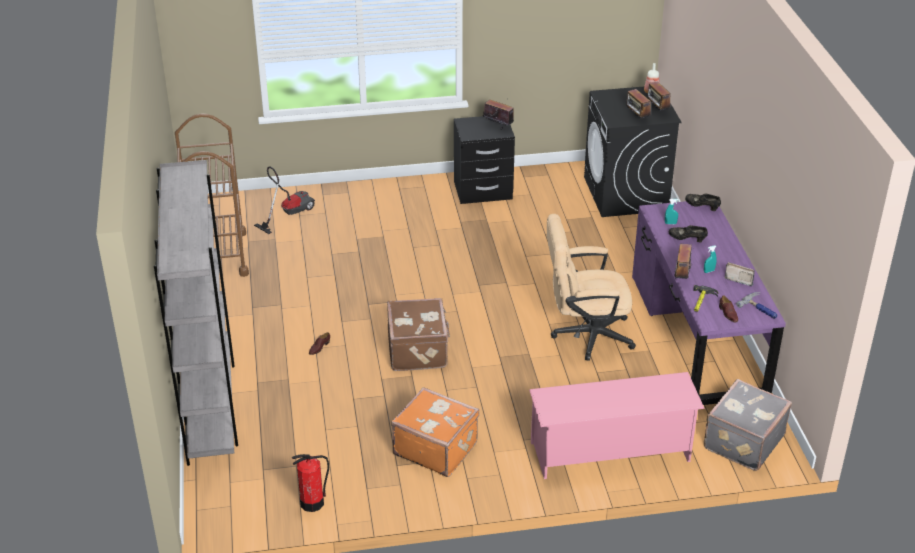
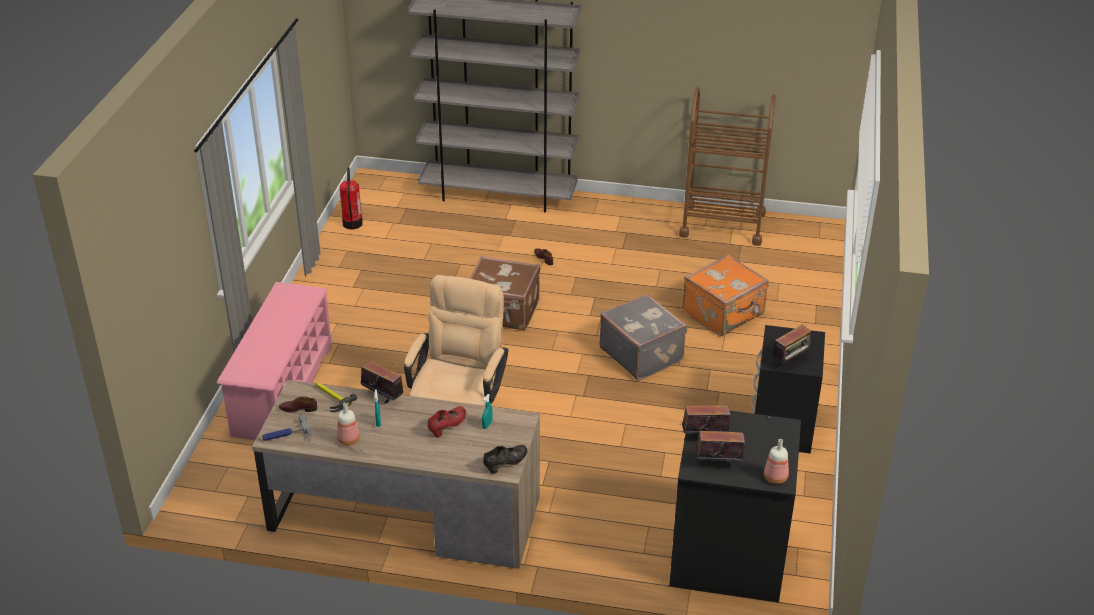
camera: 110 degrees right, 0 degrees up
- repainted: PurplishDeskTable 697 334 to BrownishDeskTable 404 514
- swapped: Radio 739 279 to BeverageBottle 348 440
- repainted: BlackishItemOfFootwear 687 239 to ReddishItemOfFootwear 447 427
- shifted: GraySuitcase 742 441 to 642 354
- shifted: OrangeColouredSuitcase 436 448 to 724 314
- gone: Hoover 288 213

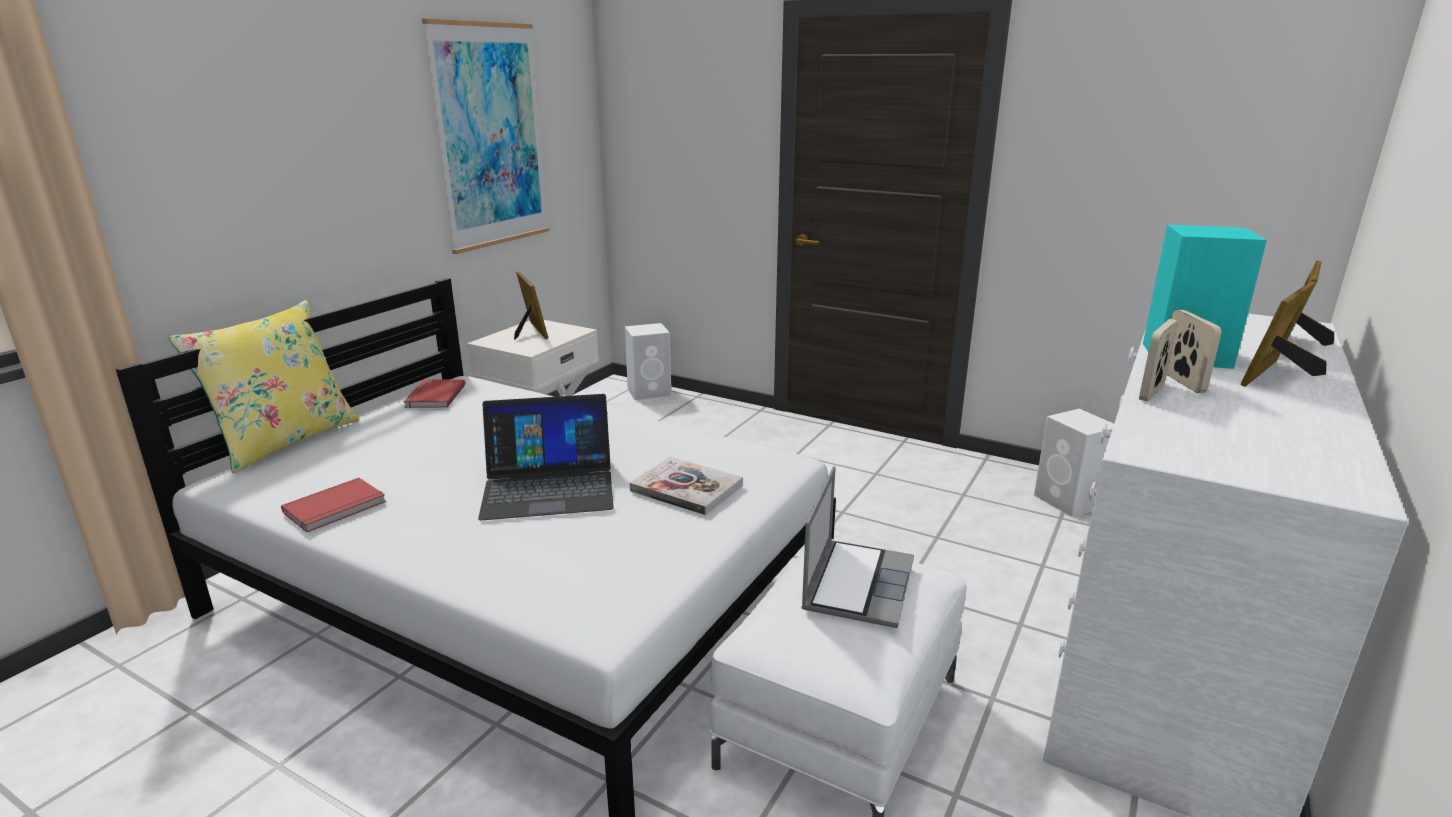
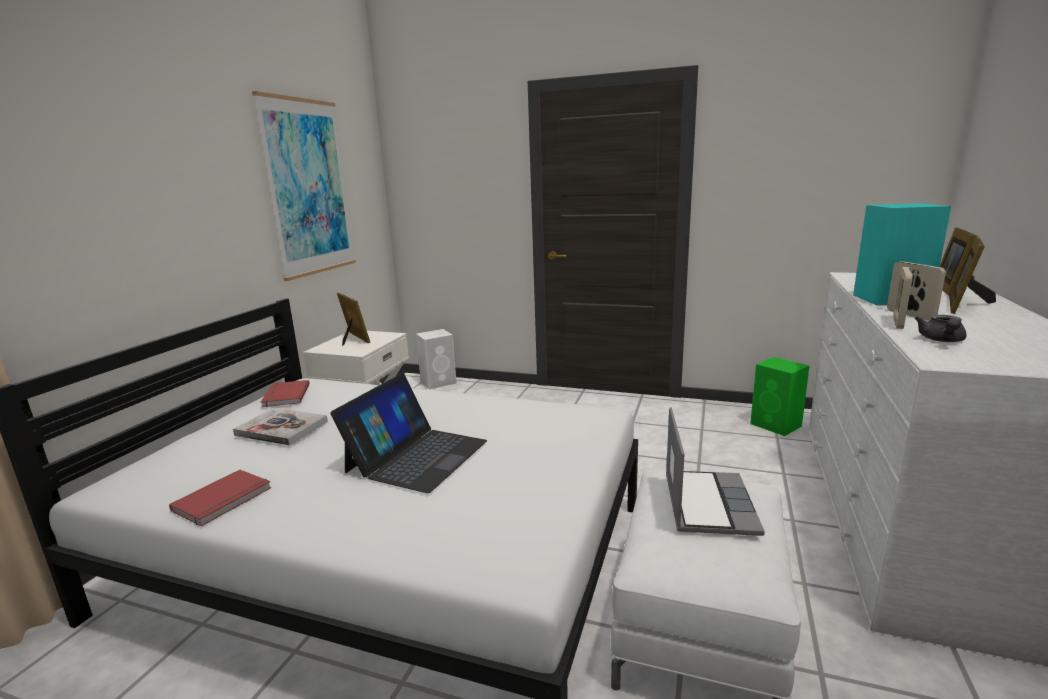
camera: 10 degrees left, 5 degrees down
- shifted: Book 686 488 to 282 428
- rotated: Laptop 549 486 = 416 456 45 degrees counterclockwise
- repainted: WhitishSpeaker 1069 502 to GreenSpeaker 777 425
- new: GrayTeaPot 941 340
- gone: YellowCushion 285 441

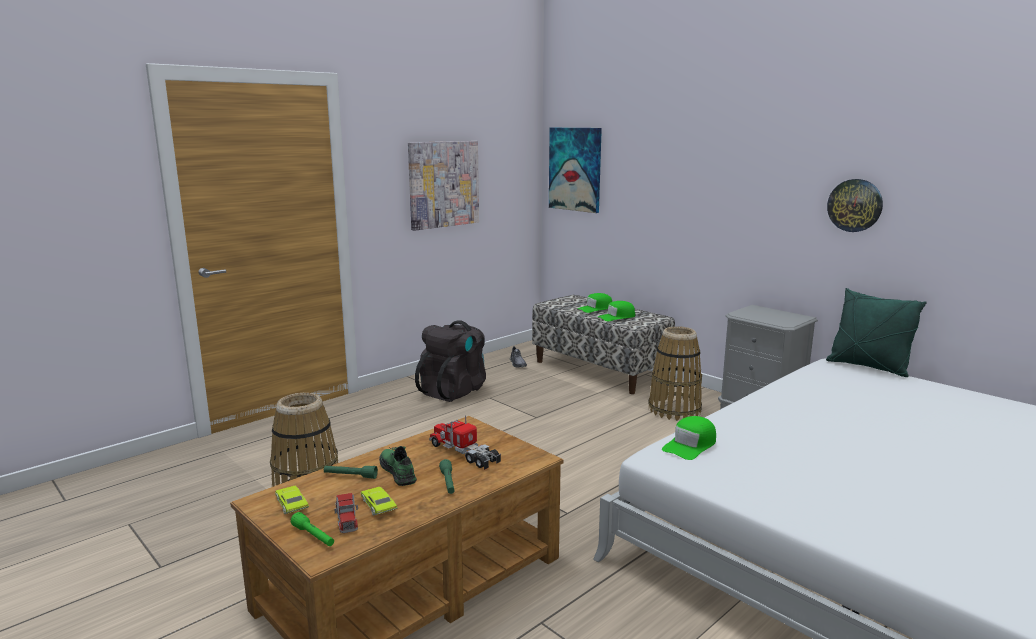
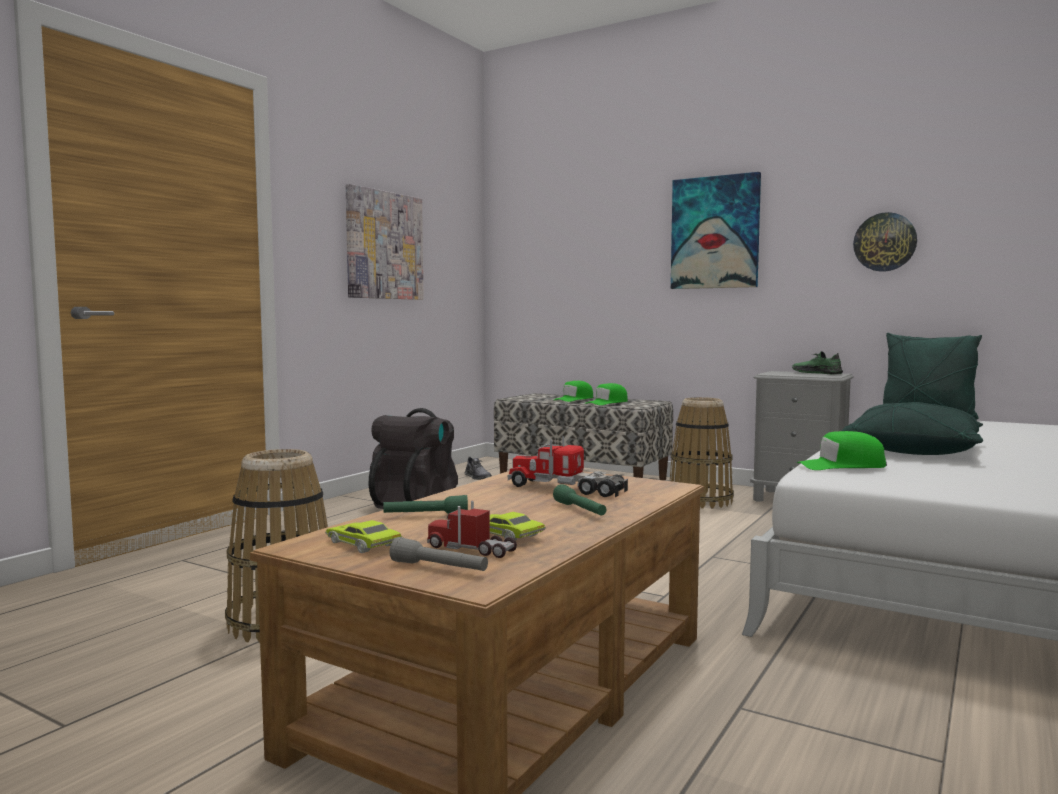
camera: 15 degrees left, 10 degrees down
- repainted: GreenFlashlight 314 536 to GrayFlashlight 439 568
- rotated: ToyTruck 346 519 = 471 549 150 degrees clockwise
- shifted: WallPicture 575 169 to 715 232
- shifted: GreenItemOfFootwear 398 471 to 817 373
- rotated: GreenCap 690 445 = 841 466 60 degrees clockwise
- new: GreenCushion 912 450

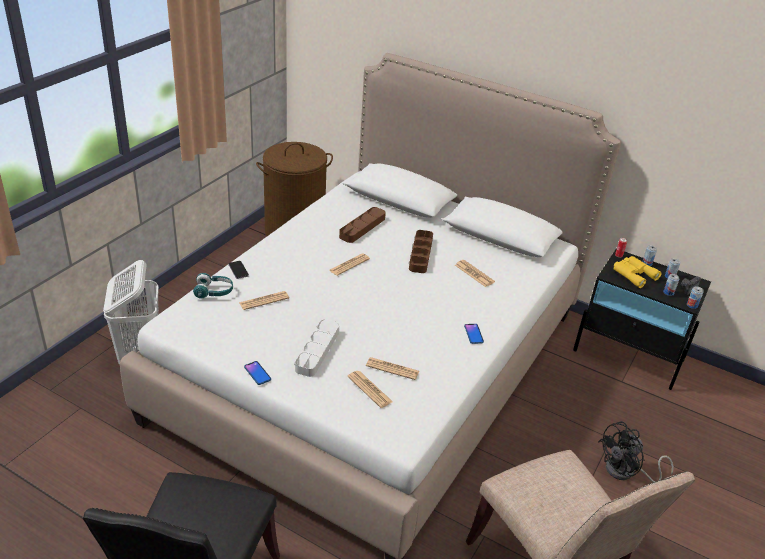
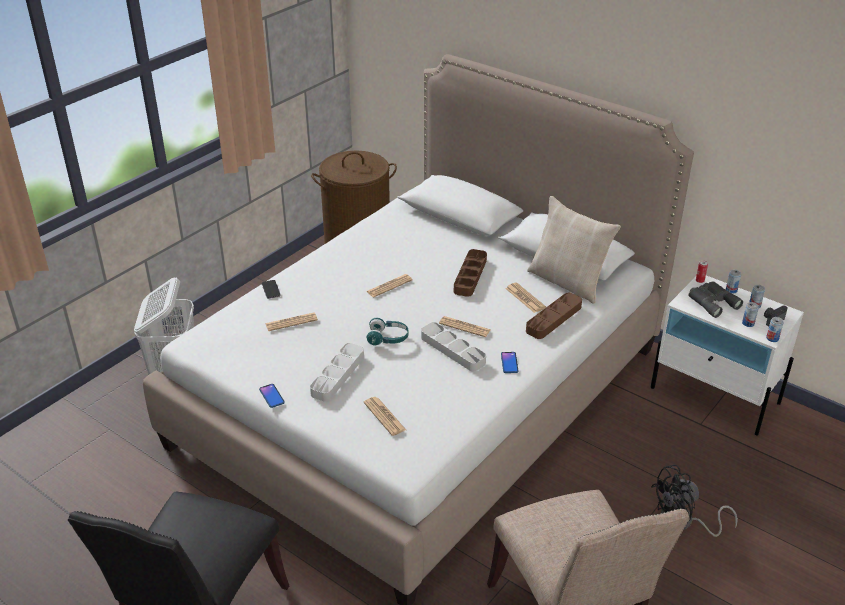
camera: 10 degrees right, 0 degrees up
- shifted: TurquoiseHeadset 214 292 to 388 338
- new: GrayTray 452 350
- shifted: DailyPaper 392 369 to 464 327
- shifted: BrownishTray 362 227 to 553 319
- new: SandColouredCushion 568 282
- repainted: BlackishNightTable 629 355 to WhitishNightTable 715 395
- repainted: YellowFieldGlasses 633 274 to GrayFieldGlasses 712 301

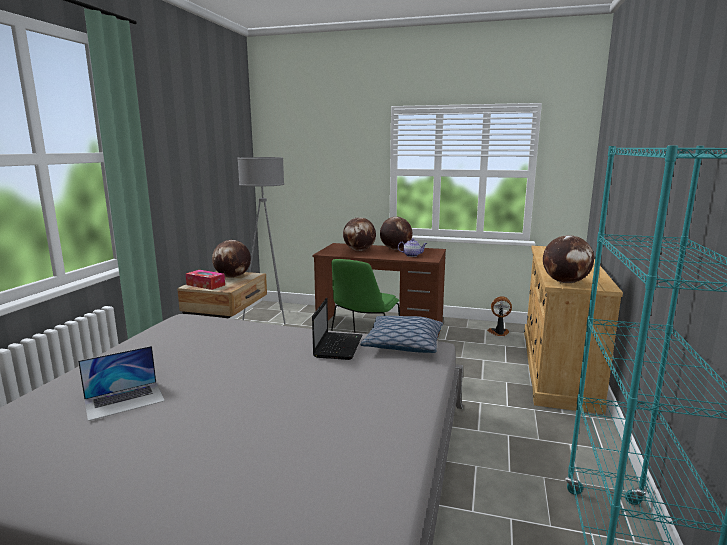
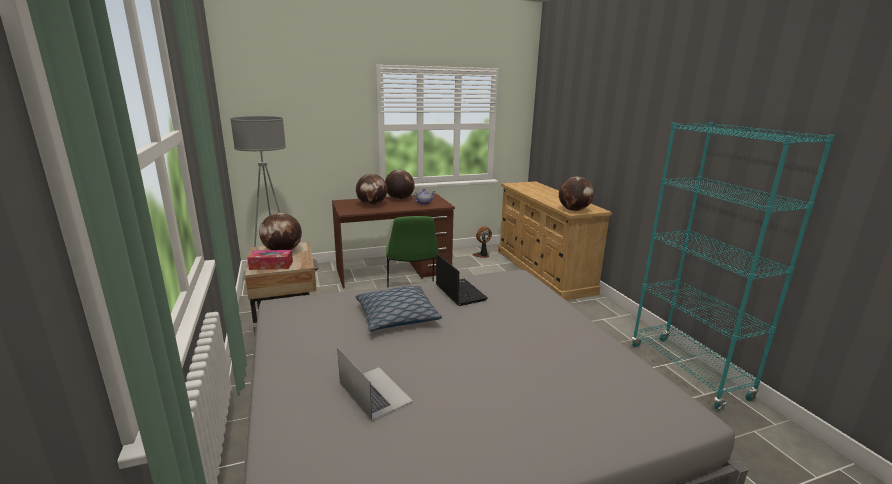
camera: 35 degrees left, 5 degrees up
- rotated: Laptop 125 400 = 375 392 60 degrees counterclockwise
- shifted: Cushion 403 344 to 397 317

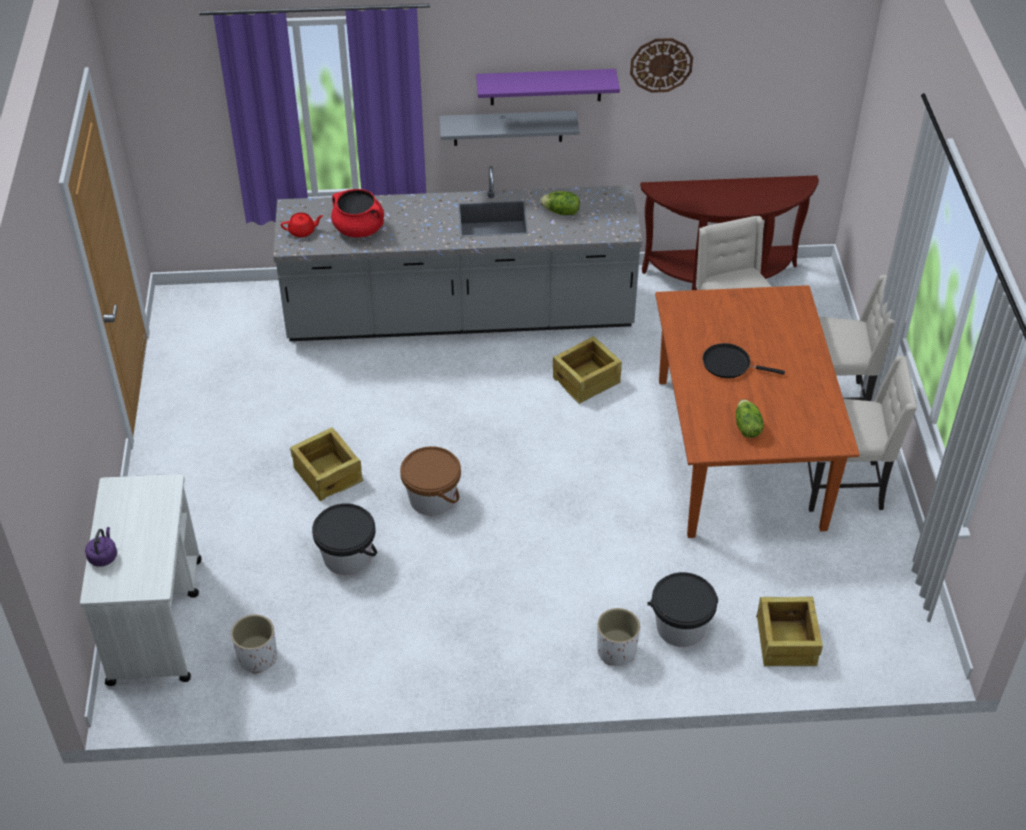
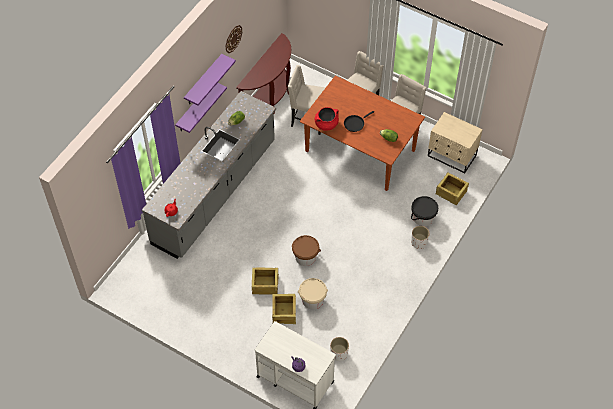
camera: 55 degrees left, 10 degrees up
- repainted: GrayShelf 508 128 to PurplishShelf 195 107
- shifted: PackingCrate 587 380 to 284 312
- repainted: BlackishWaterBucket 347 556 to SandColouredWaterBucket 312 300
- shifted: ReddishStockpot 359 229 to 326 124
- new: SandColouredNightTable 452 156

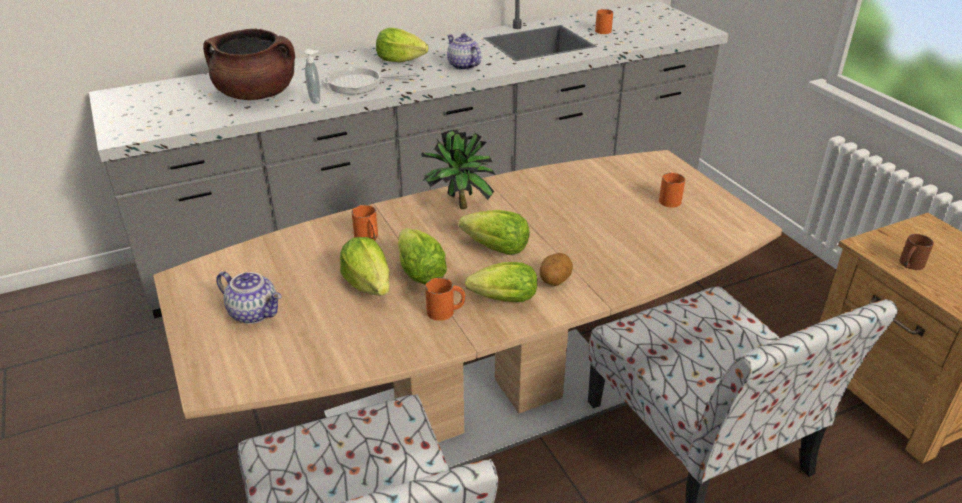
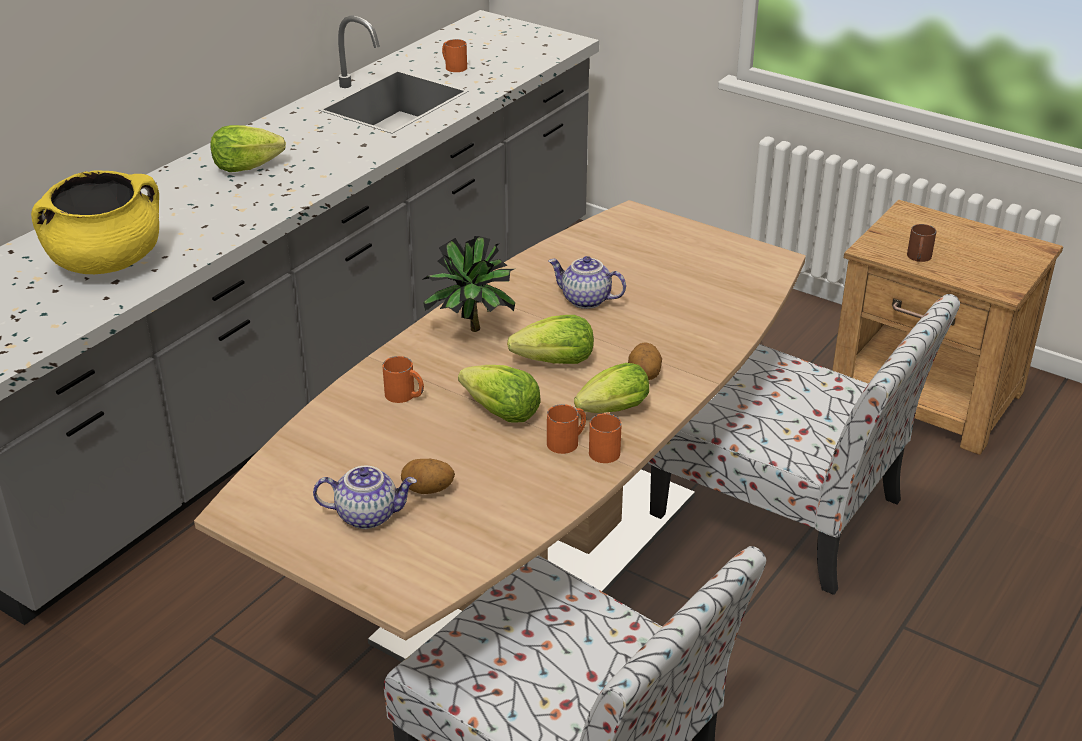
camera: 30 degrees left, 0 degrees up
- repainted: BrownishStockpot 256 94 to YellowStockpot 107 262
- new: WholePotato 428 491
- shifted: TeaPot 463 66 to 585 300
- shifted: OrangeColouredCoffeeMug 672 199 to 605 449
- gone: LiquidSoapBottle 316 100
- gone: FryingPan 359 84
- gone: HeadOfLettuce 368 285

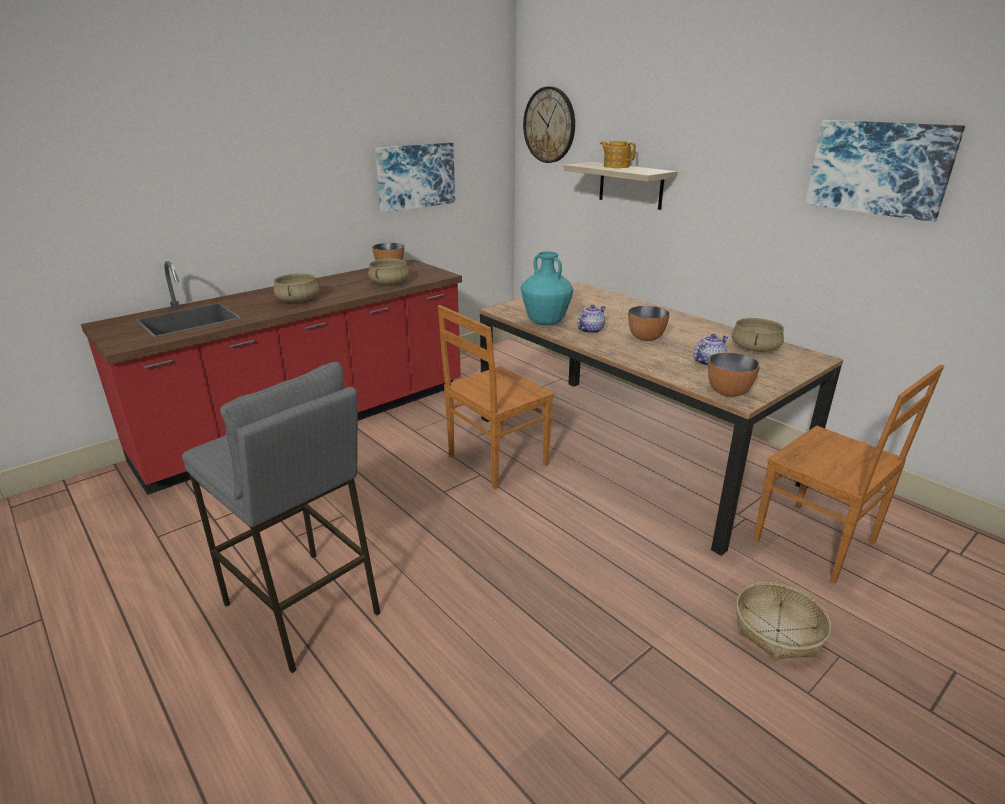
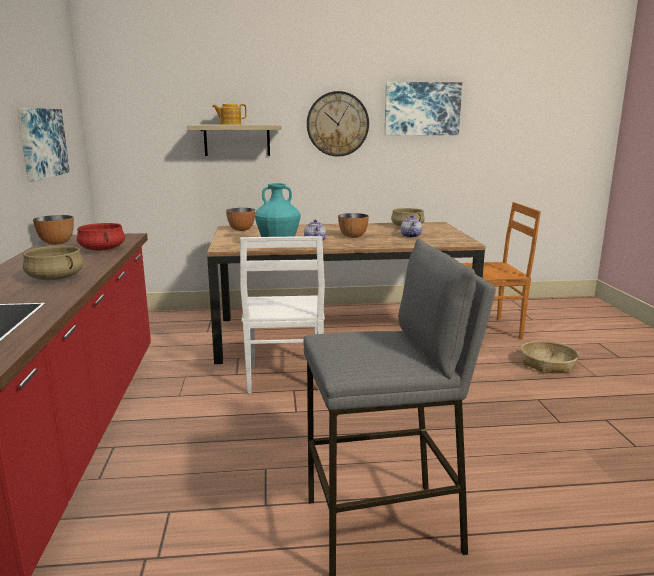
camera: 55 degrees left, 10 degrees down
- repainted: SandColouredStockpot 389 283 to ReddishStockpot 103 249
- shifted: ServingBowl 728 392 to 241 229
- repainted: BrownishUprightChair 495 461 to WhitishUprightChair 284 379
- shifted: HangingClock 549 125 to 337 124

